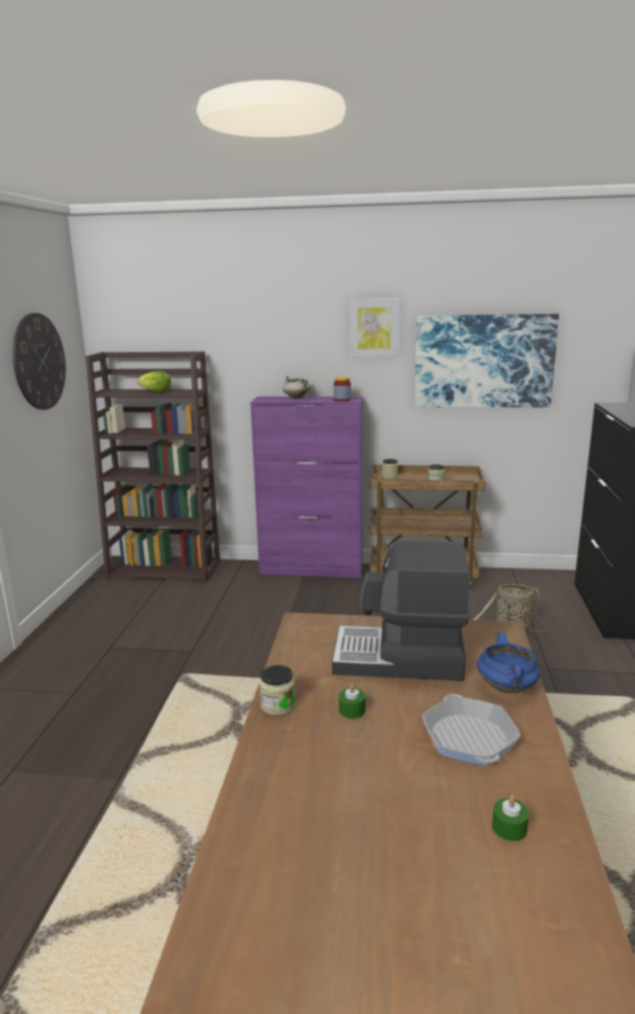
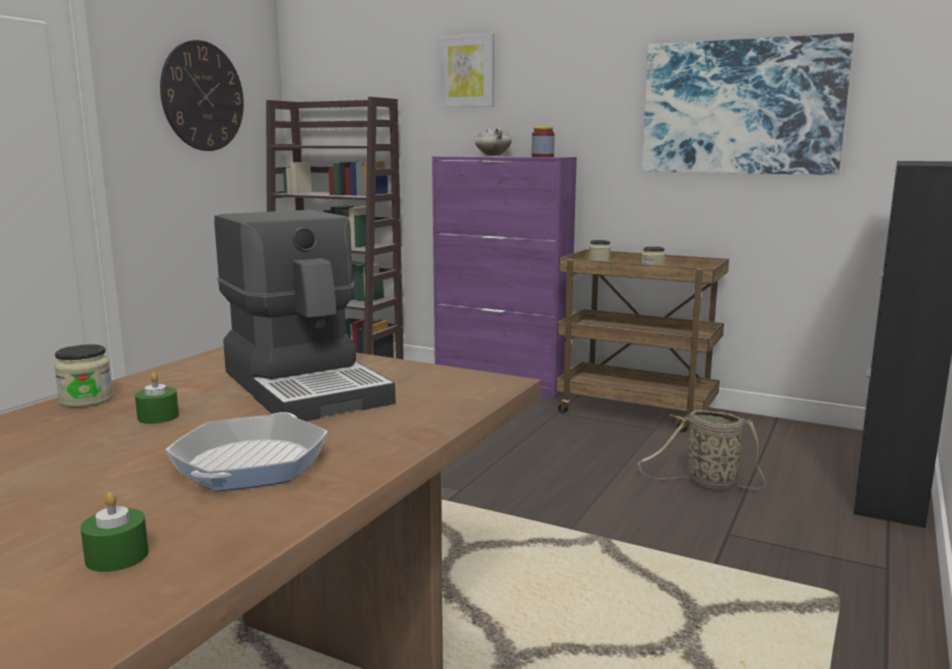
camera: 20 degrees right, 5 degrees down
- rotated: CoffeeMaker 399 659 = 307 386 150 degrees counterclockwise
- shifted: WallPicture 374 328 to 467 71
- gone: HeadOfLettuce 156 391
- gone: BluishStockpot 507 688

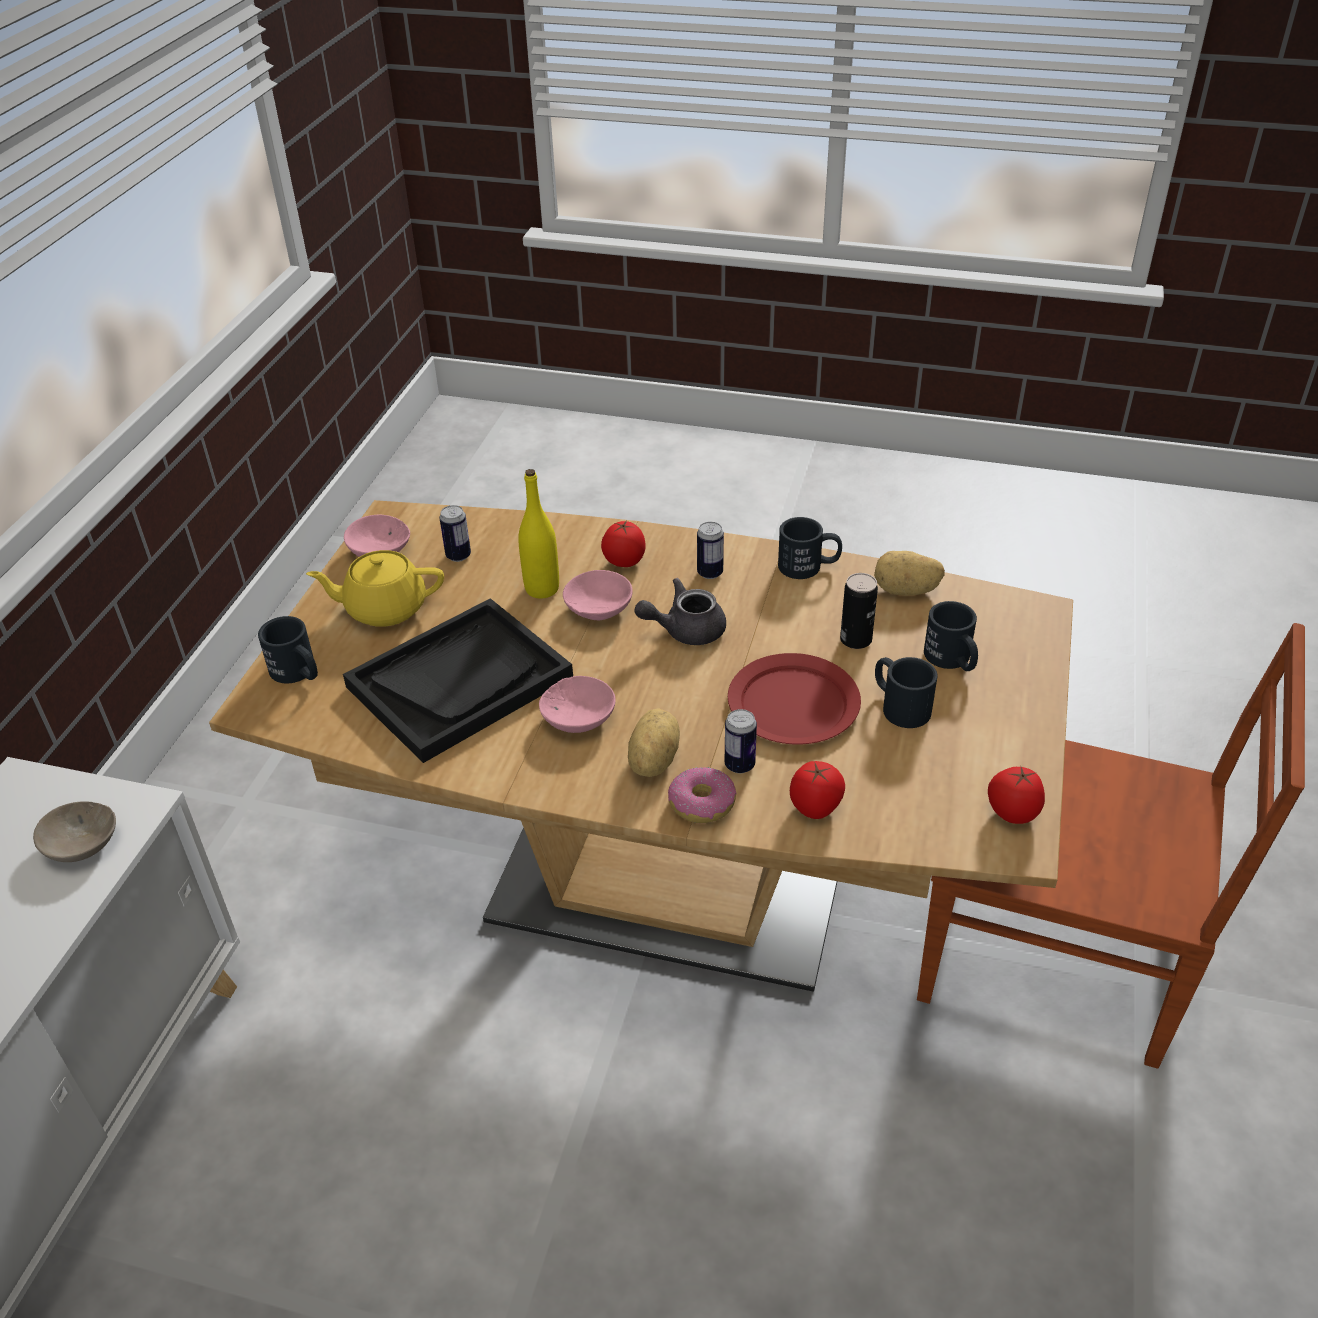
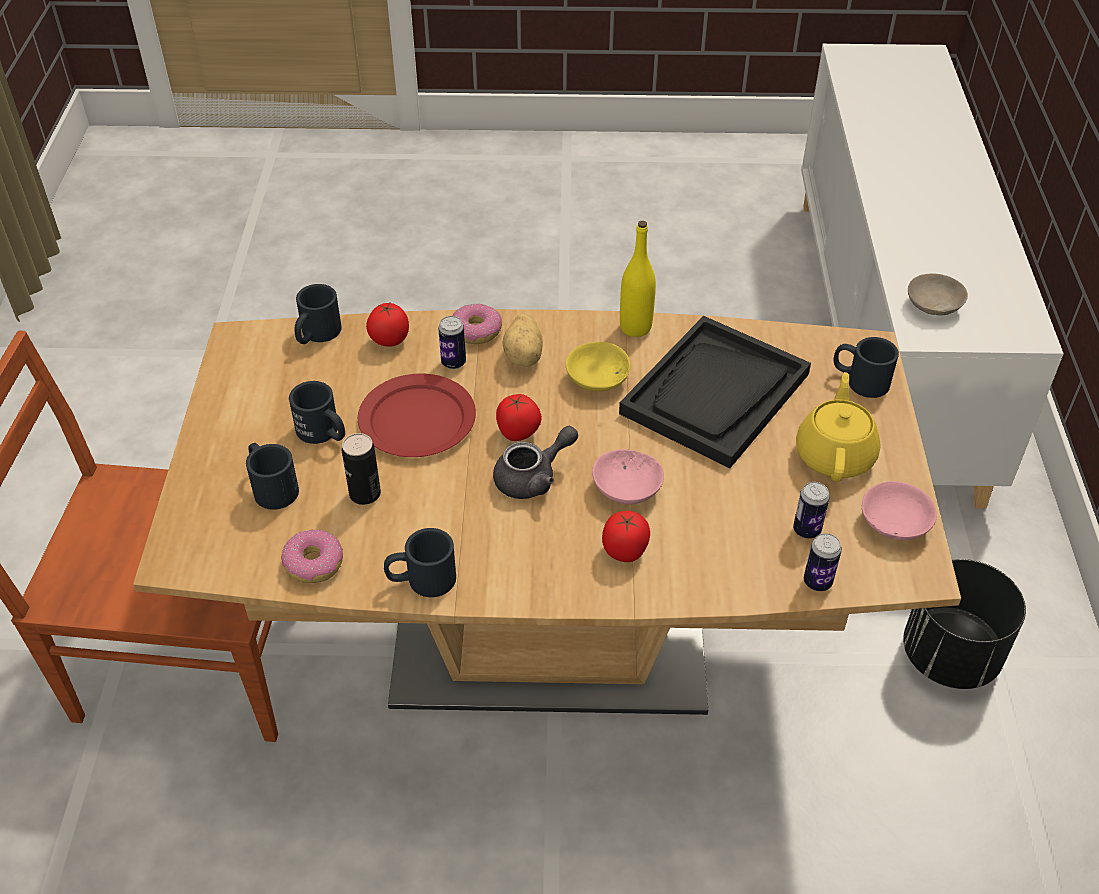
camera: 165 degrees right, 5 degrees up
- swapped: WholePotato 906 591 to Donut 313 563
- new: BlackishCoffeeMug 316 335
- shifted: FreshTomato 1012 813 to 518 433
- repainted: PinkishServingBowl 579 720 to YellowServingBowl 596 378
- shifted: YellowBeverageBottle 542 589 to 635 327
- rotated: YellowTeaPot 384 608 = 835 455 60 degrees counterclockwise
- shifted: MetalCan 710 573 to 817 582
- new: BlackishPlantPot 949 656

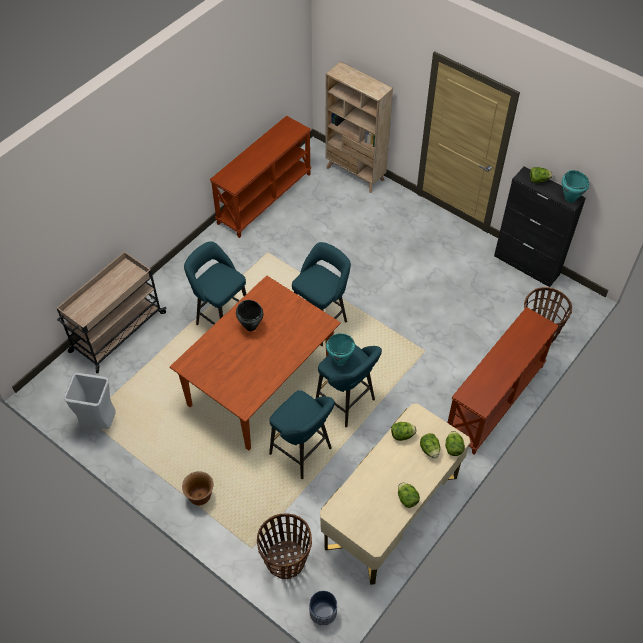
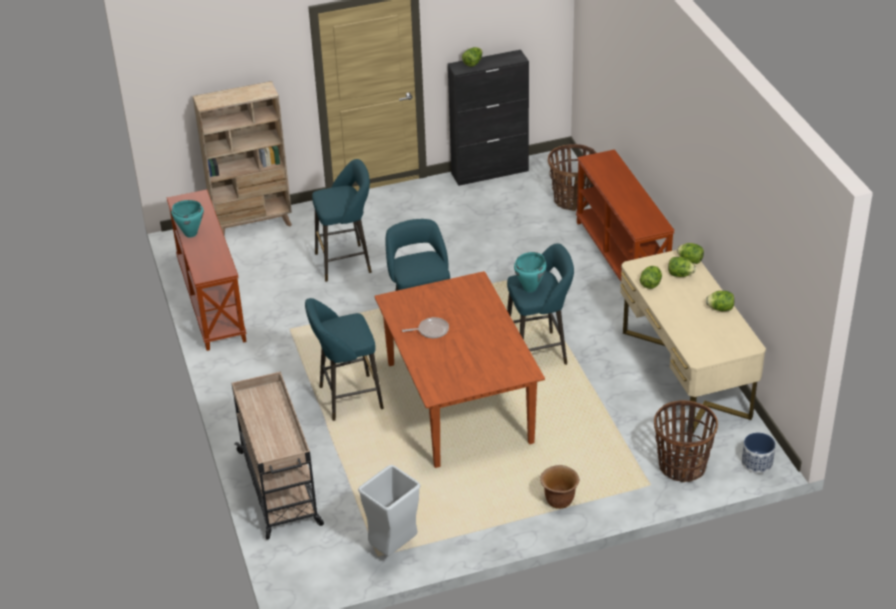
camera: 55 degrees left, 15 degrees down
- shifted: TurquoiseStockpot 570 198 to 190 233
- shifted: TurquoiseSittingStool 303 453 to 347 262
- swapped: BlackishStockpot 251 326 to FryingPan 431 330

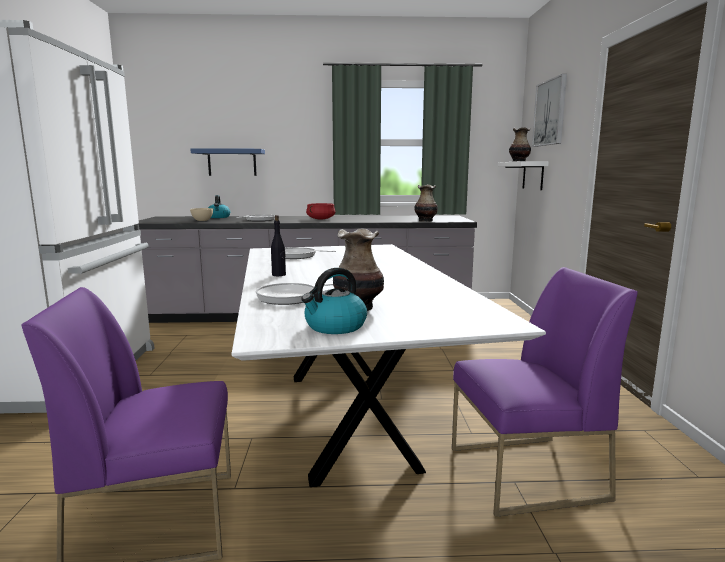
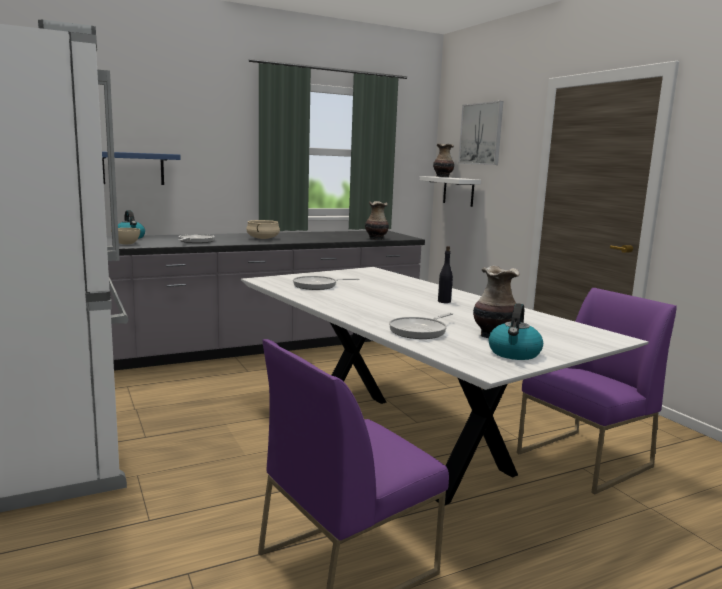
camera: 25 degrees left, 0 degrees up
- repainted: ReddishStockpot 321 219 to SandColouredStockpot 263 238
- shifted: BlackishBeverageBottle 279 275 to 444 301

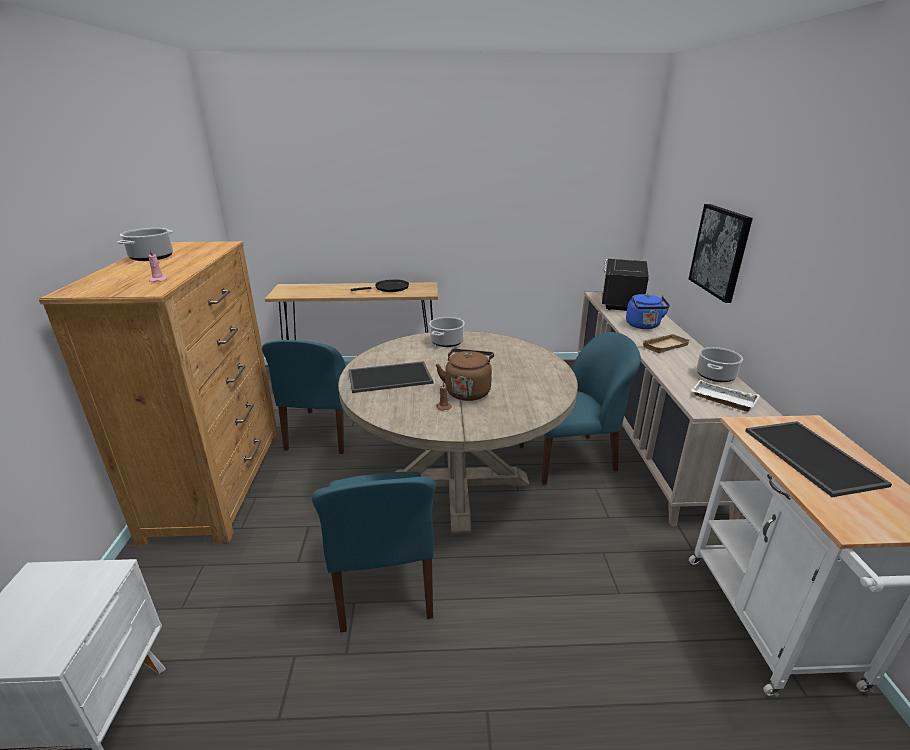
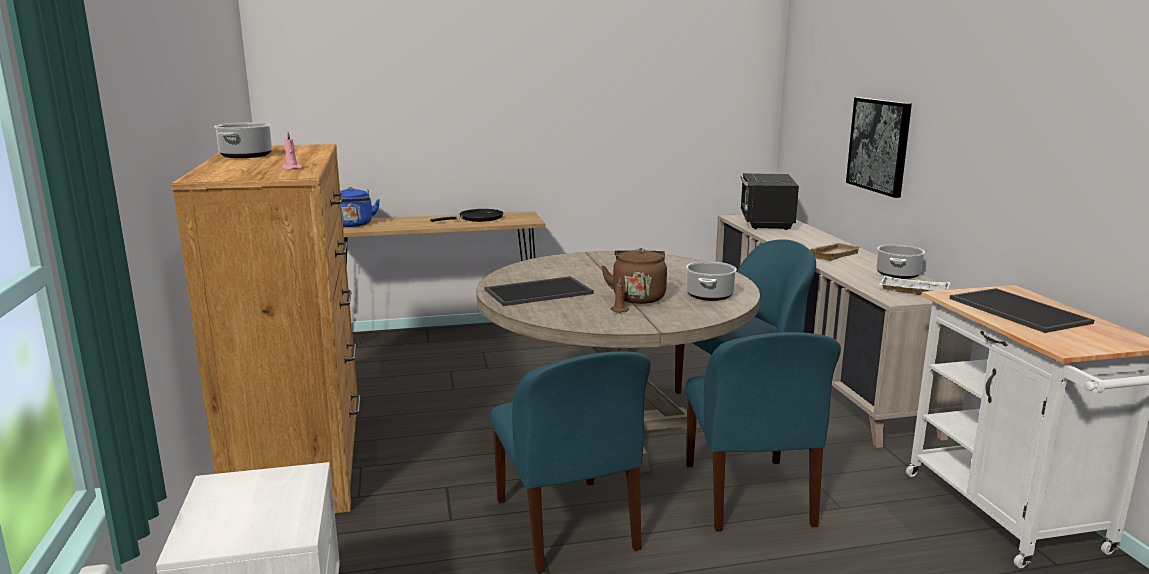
camera: 10 degrees left, 10 degrees down
- shifted: BluishWaterKettle 643 326 to 353 225
- shifted: BluishUprightChair 324 432 to 749 496
- shifted: Stockpot 447 342 to 709 295

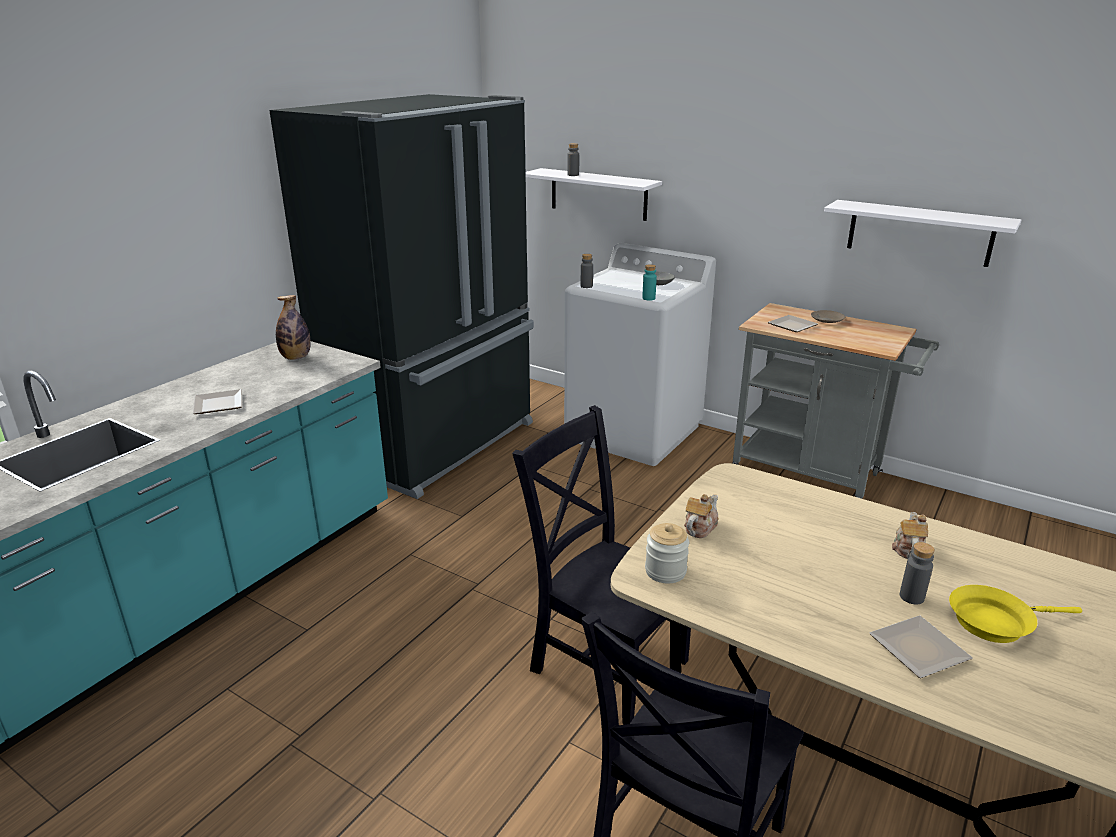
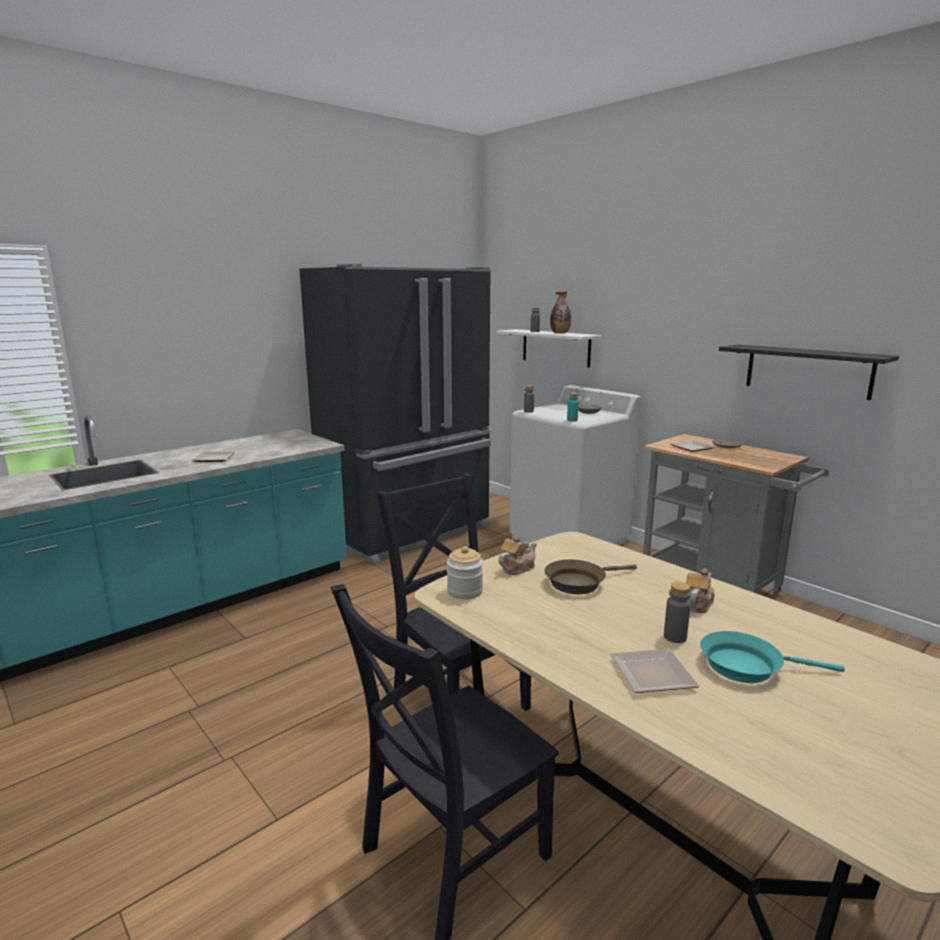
camera: 15 degrees right, 10 degrees down
- new: BrownishFryingPan 579 582
- shifted: BeverageBottle 296 357 to 560 333
- repainted: YellowFryingPan 995 621 to TurquoiseFryingPan 747 666
- repainted: WhitishShelf 919 233 to BlackishShelf 808 371

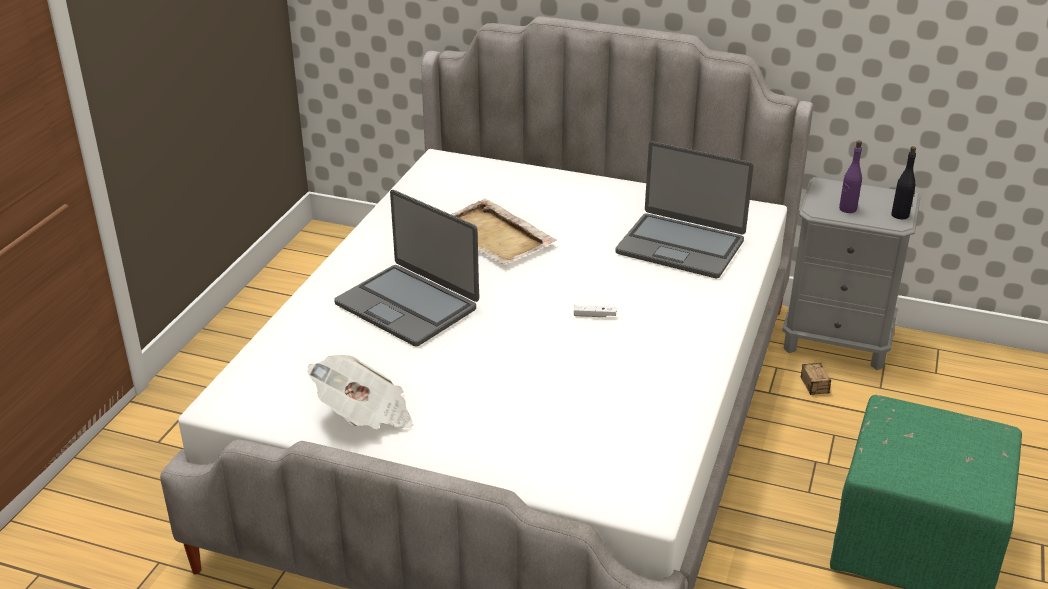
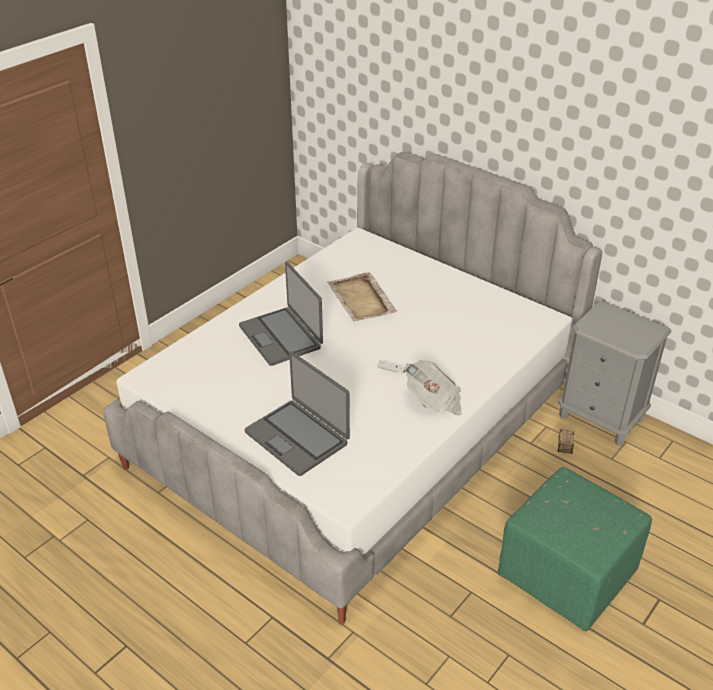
camera: 20 degrees right, 5 degrees up
- shifted: Laptop 681 246 to 297 437
- shifted: DailyPaper 365 415 to 434 401
- gone: PurplishBeverageBottle 847 209
- gone: BlackishBeverageBottle 900 215

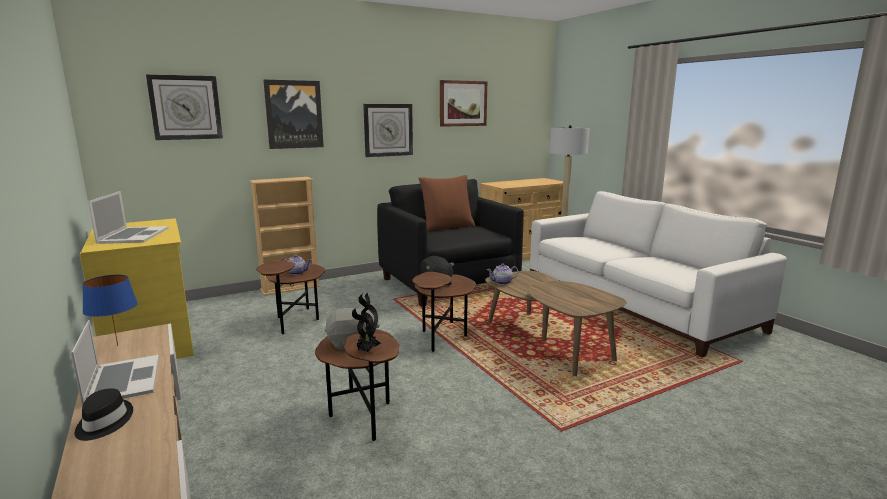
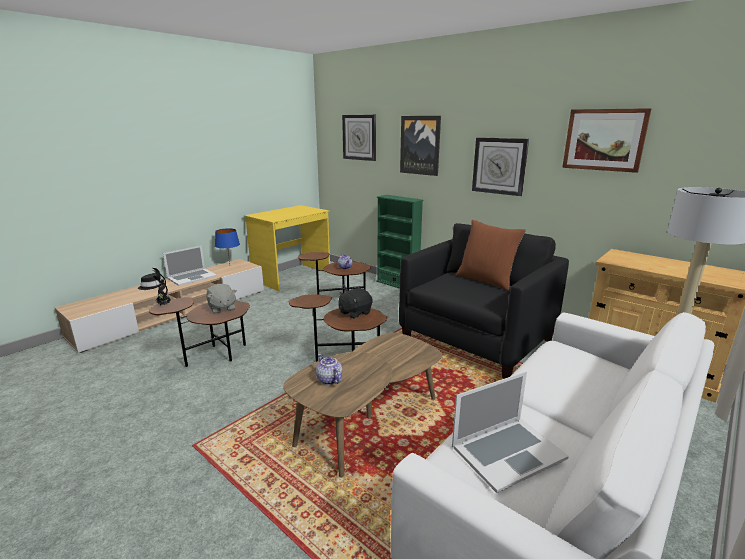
camera: 70 degrees right, 5 degrees up
- shifted: TeaPot 502 282 to 328 380
- repainted: SandColouredBookshelf 290 288 to GreenBookshelf 397 284
- shifted: Laptop 133 235 to 507 451

